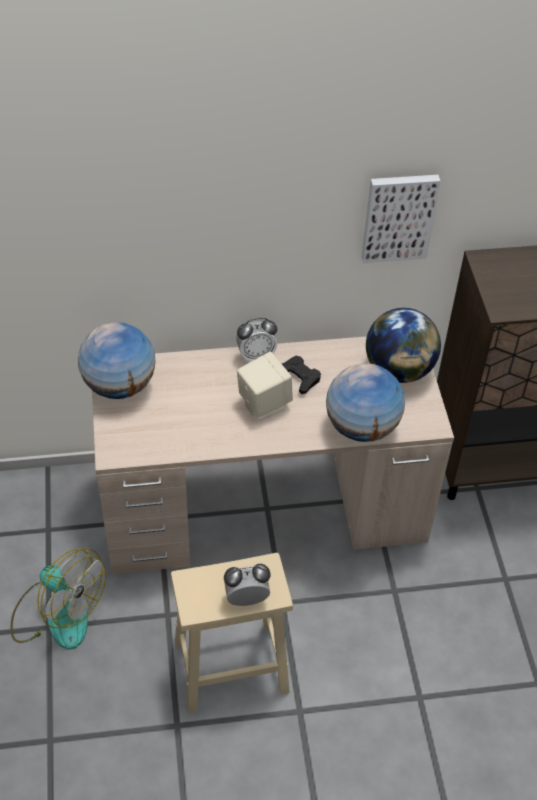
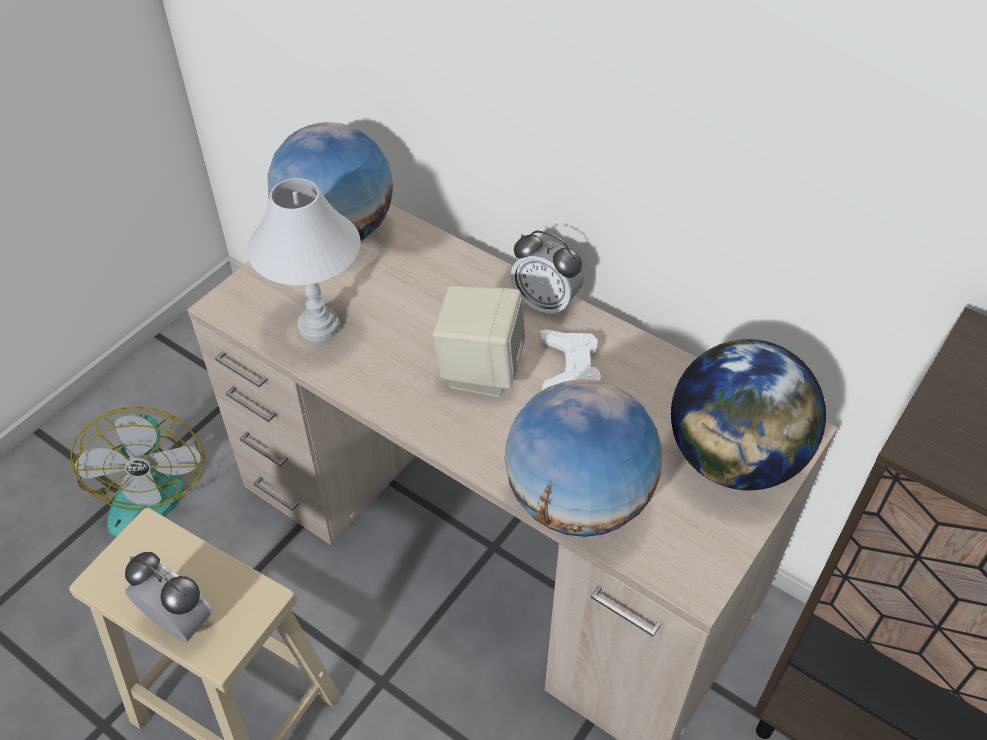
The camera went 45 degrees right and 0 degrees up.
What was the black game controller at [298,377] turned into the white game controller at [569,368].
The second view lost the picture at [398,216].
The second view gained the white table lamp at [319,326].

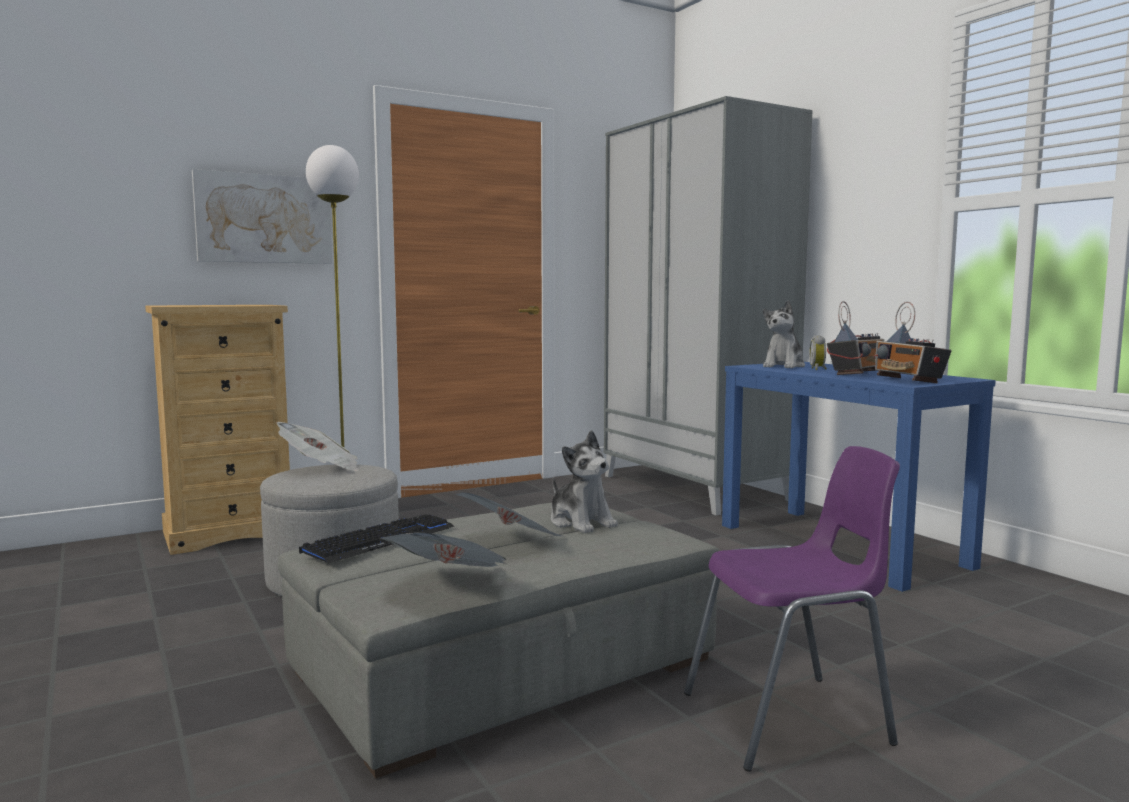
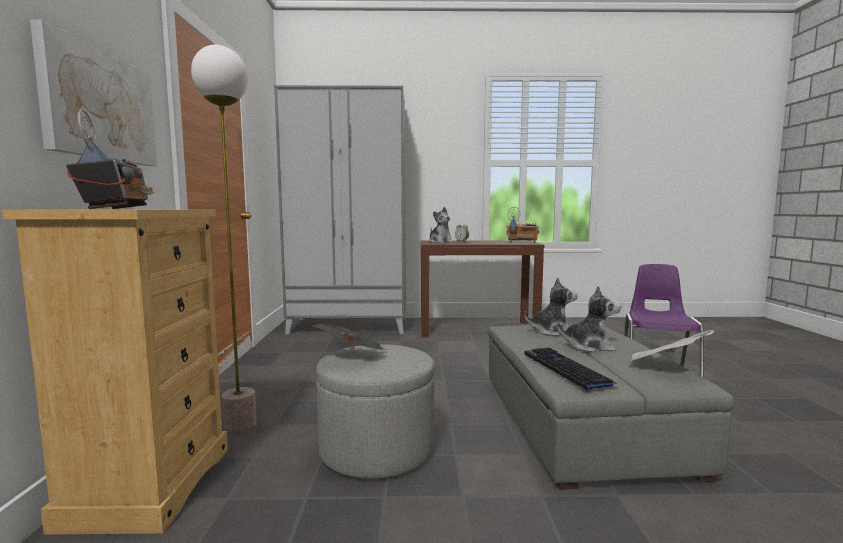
The camera went 60 degrees left and 0 degrees up.
Where the newspaper stood at [512,544], the plush toy came to stand at [589,347].
What was the blue console table at [841,545] turned into the brown console table at [477,329].
The radio ended up elsewhere, having gone from [857,374] to [116,209].

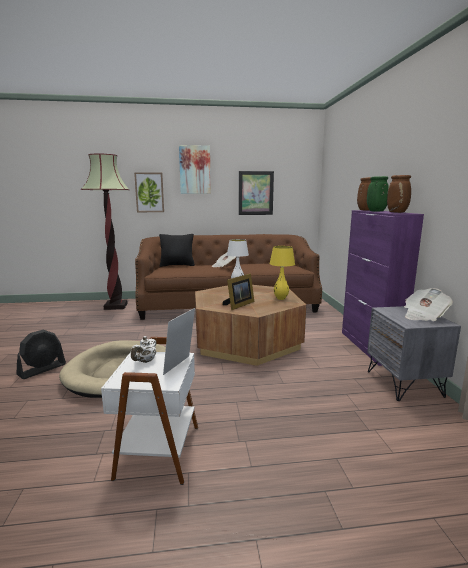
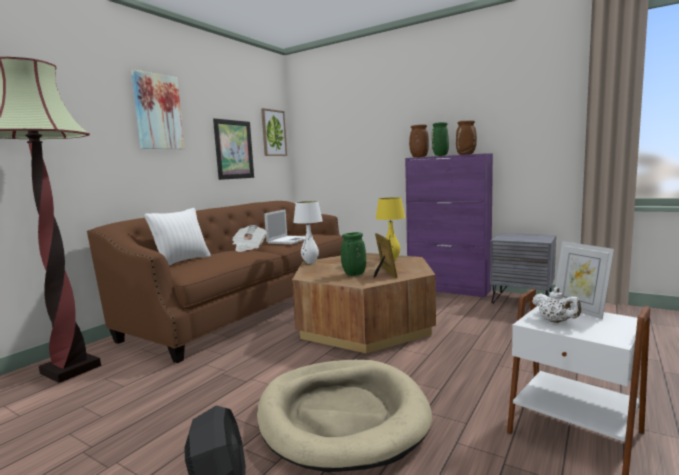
The camera went 50 degrees left and 5 degrees down.
The picture ended up elsewhere, having gone from [149,192] to [273,133].
What was the black pillow at [177,265] turned into the white pillow at [182,261].
The second view lost the newspaper at [423,316].
The second view gained the laptop at [289,240].
The second view gained the green vase at [354,274].

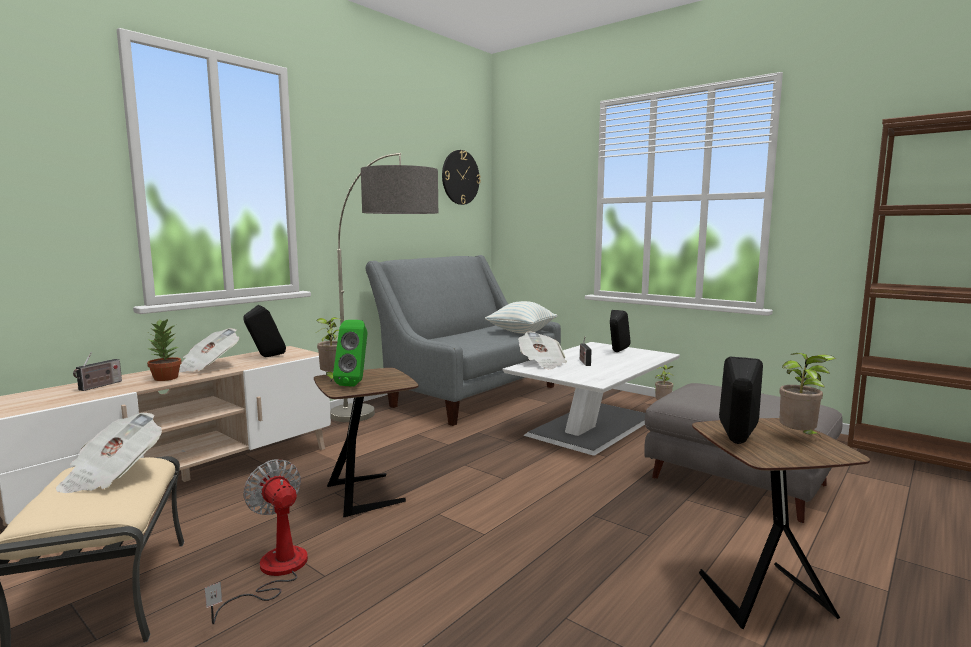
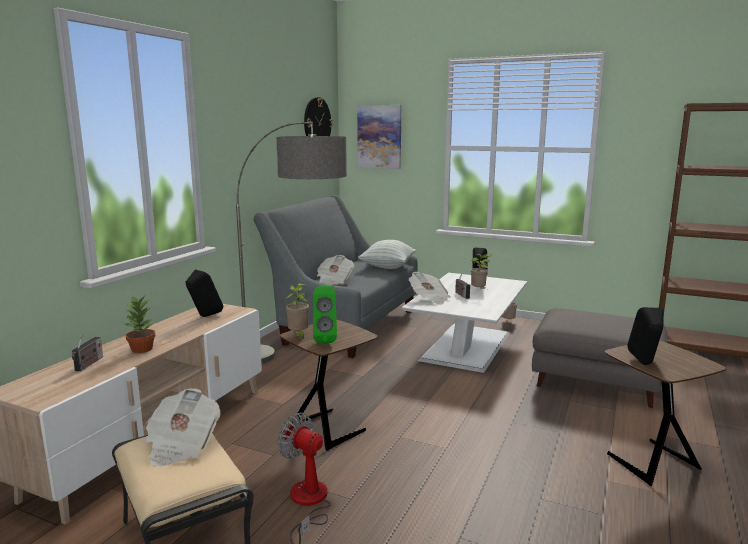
The camera went 15 degrees left and 5 degrees up.
The newspaper ended up elsewhere, having gone from [207,367] to [334,281].
The potted plant ended up elsewhere, having gone from [799,438] to [479,291].
The second view gained the picture at [379,137].

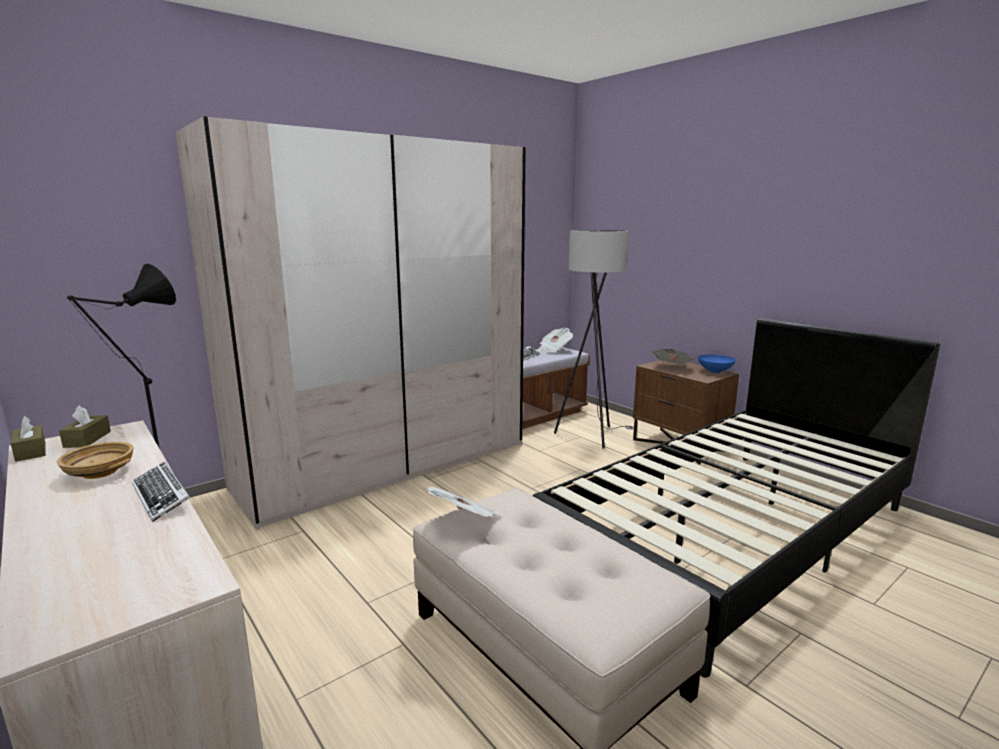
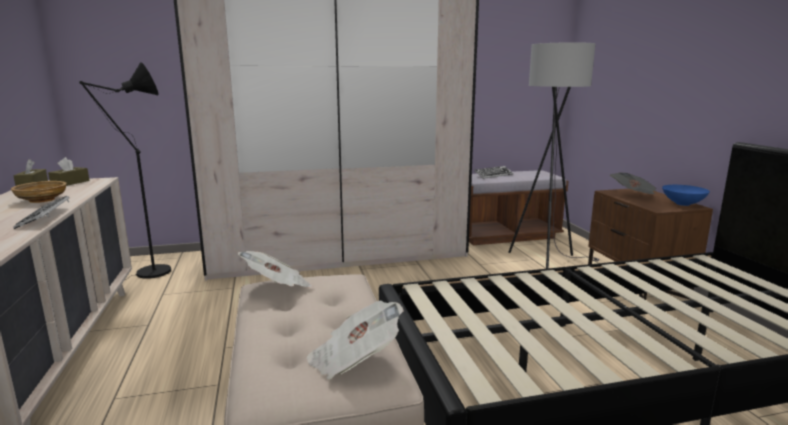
The camera went 25 degrees right and 0 degrees up.
The newspaper ended up elsewhere, having gone from [553,350] to [354,360].

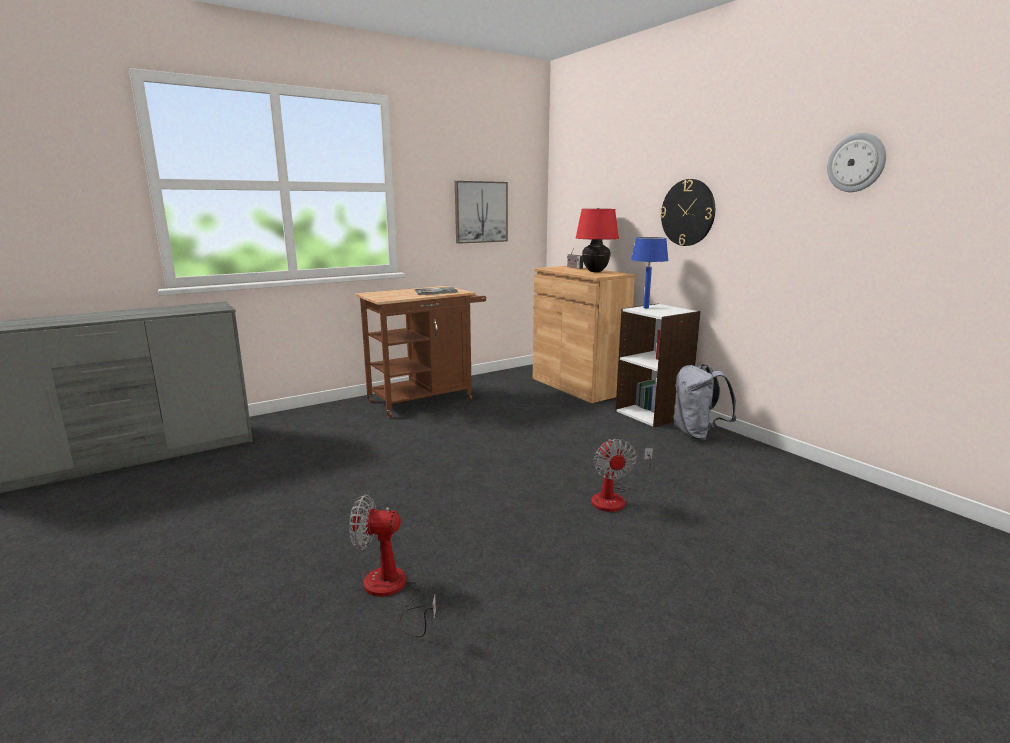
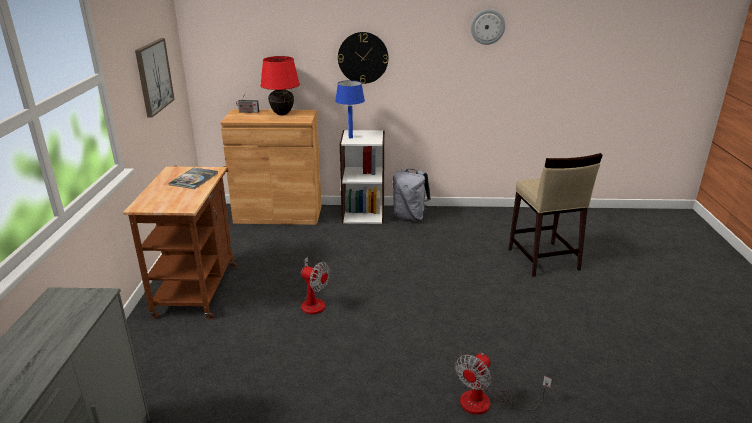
The camera went 55 degrees left and 10 degrees up.
The fan ended up elsewhere, having gone from [615,498] to [312,301].
The second view gained the beige stool at [543,259].

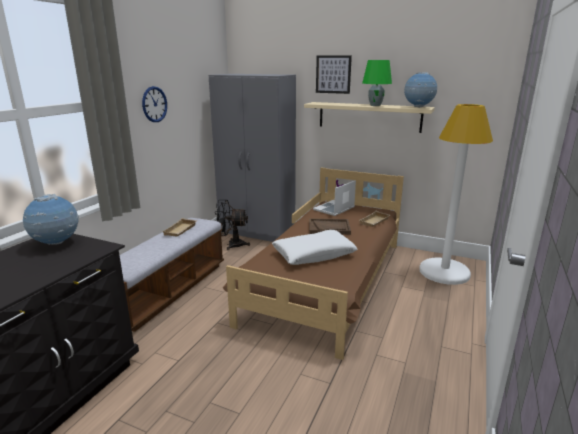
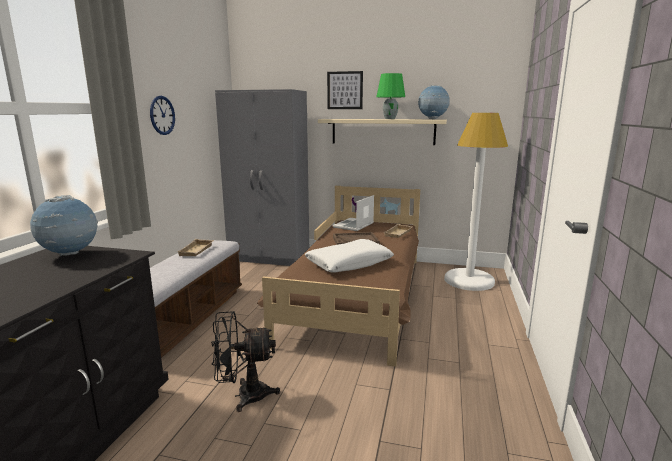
The camera went 10 degrees left and 5 degrees down.
The black fan ended up elsewhere, having gone from [231,245] to [244,396].

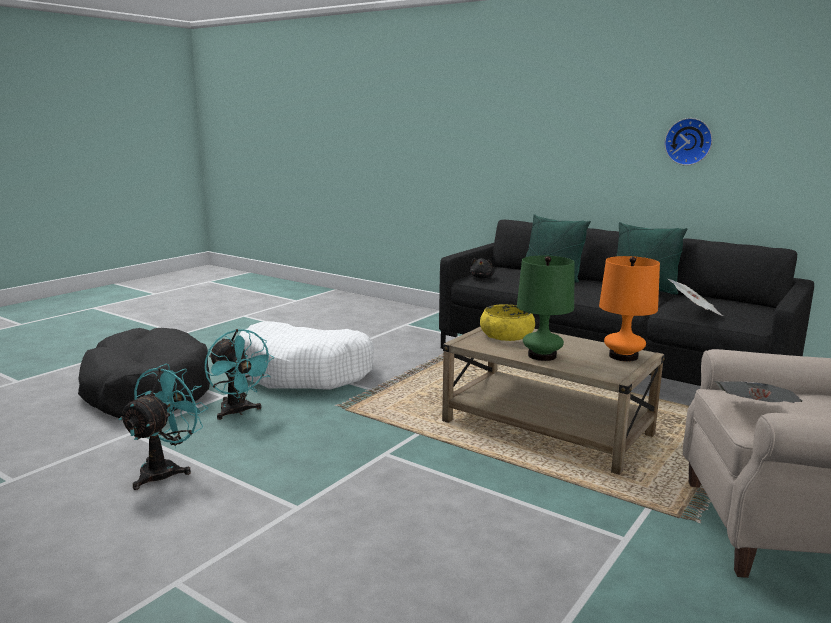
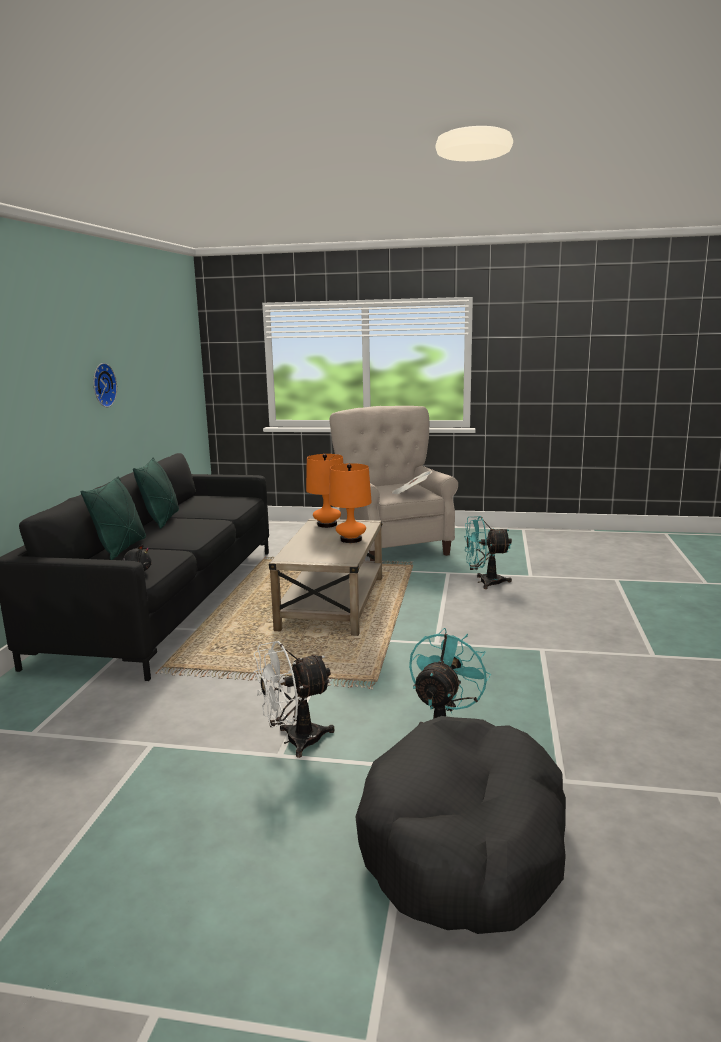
The camera went 115 degrees left and 0 degrees up.
The turquoise fan ended up elsewhere, having gone from [165,470] to [484,582].
Where the white dog bed stood at [305,372], the white fan came to stand at [294,741].
The second view lost the yellow bowl at [506,336].
What was the green table lamp at [542,356] turned into the orange table lamp at [351,539].
The second view lost the newspaper at [694,311].

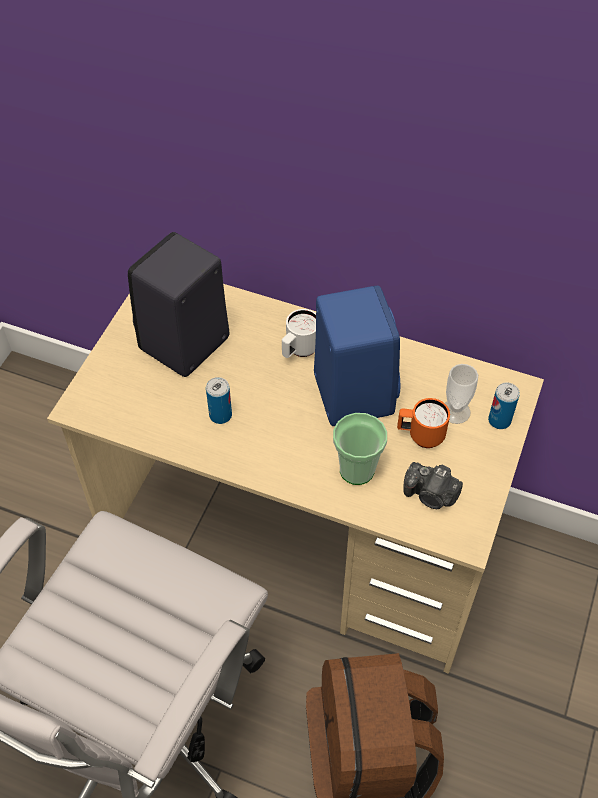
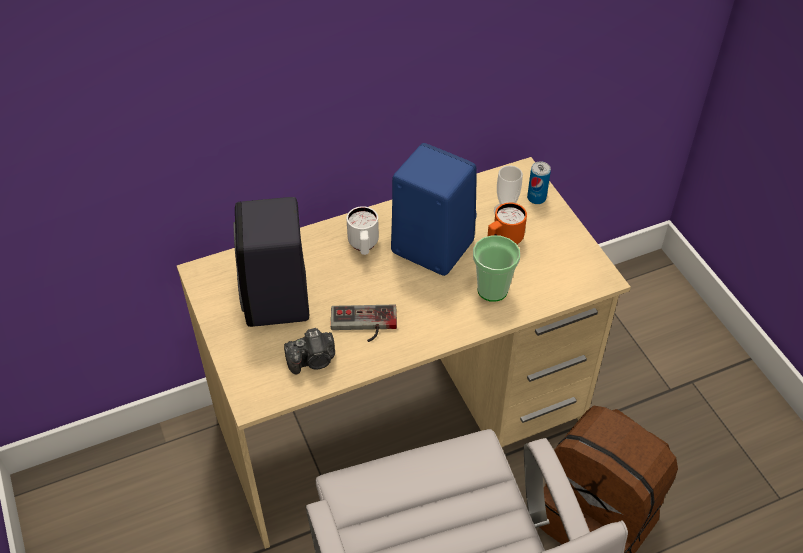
The camera went 45 degrees left and 5 degrees down.
Where the can stood at [220,415], the game controller came to stand at [363,325].
The photo camera ended up elsewhere, having gone from [431,495] to [313,360].

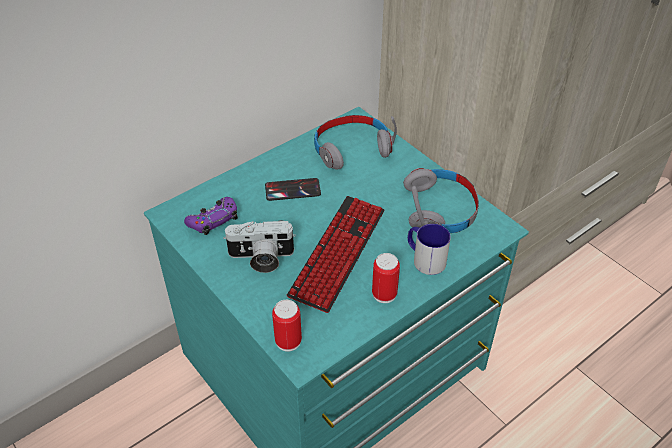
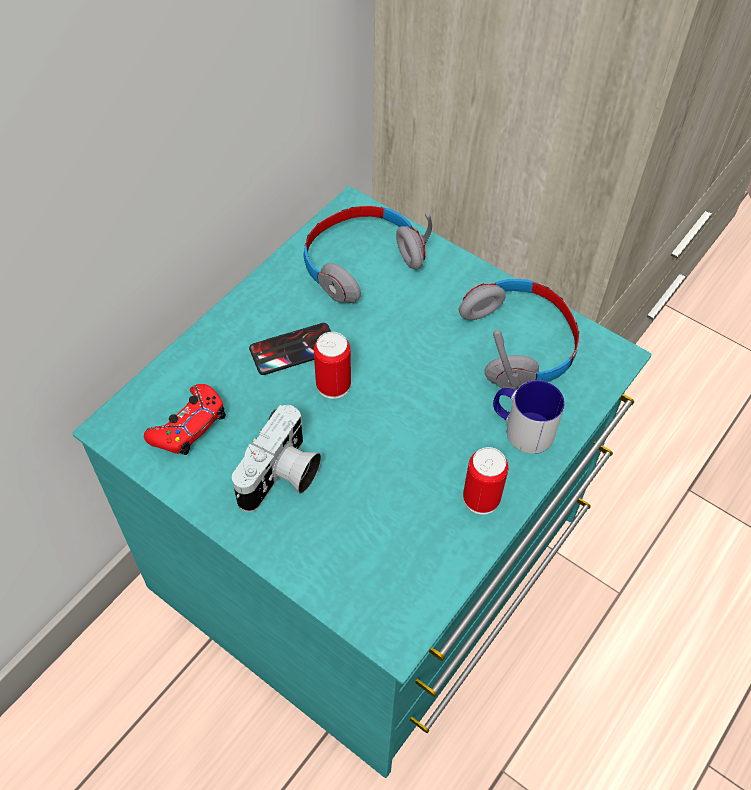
The camera went 15 degrees left and 10 degrees up.
What was the purple game controller at [213,220] turned into the red game controller at [188,426].
The photo camera at [261,258] ended up facing another way, 45 degrees counterclockwise from before.
The can ended up elsewhere, having gone from [288,341] to [333,385].
The second view lost the keyboard at [338,253].

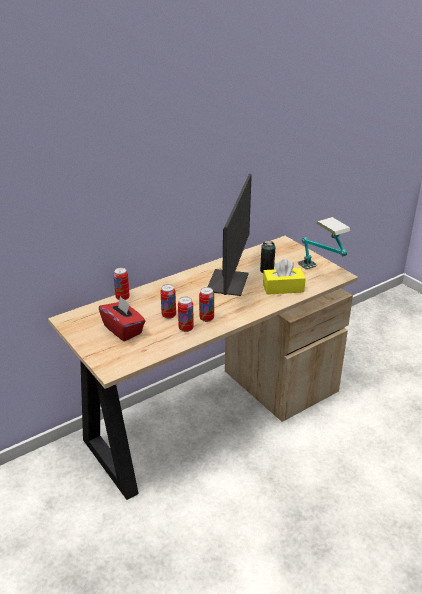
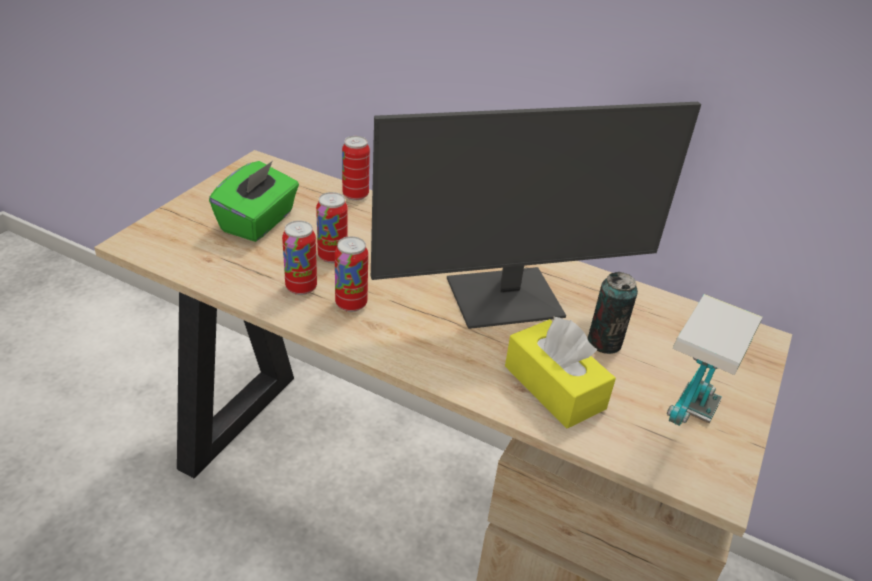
The camera went 60 degrees right and 5 degrees up.
What was the red tissue box at [123,330] turned into the green tissue box at [258,222].

